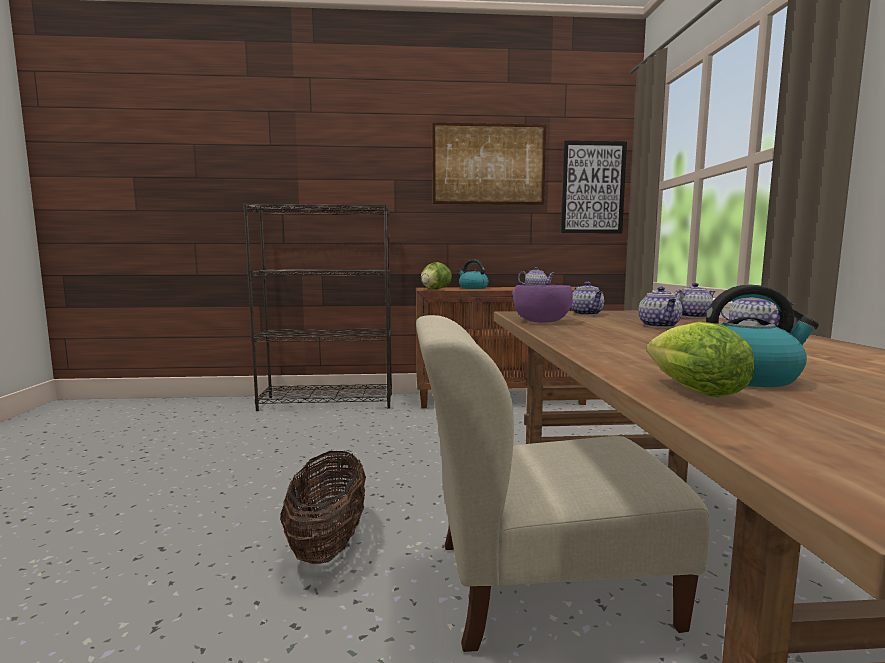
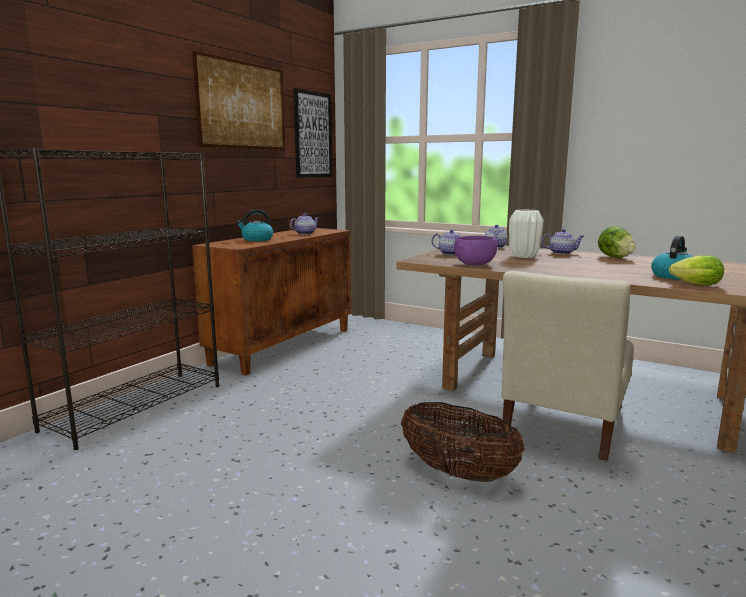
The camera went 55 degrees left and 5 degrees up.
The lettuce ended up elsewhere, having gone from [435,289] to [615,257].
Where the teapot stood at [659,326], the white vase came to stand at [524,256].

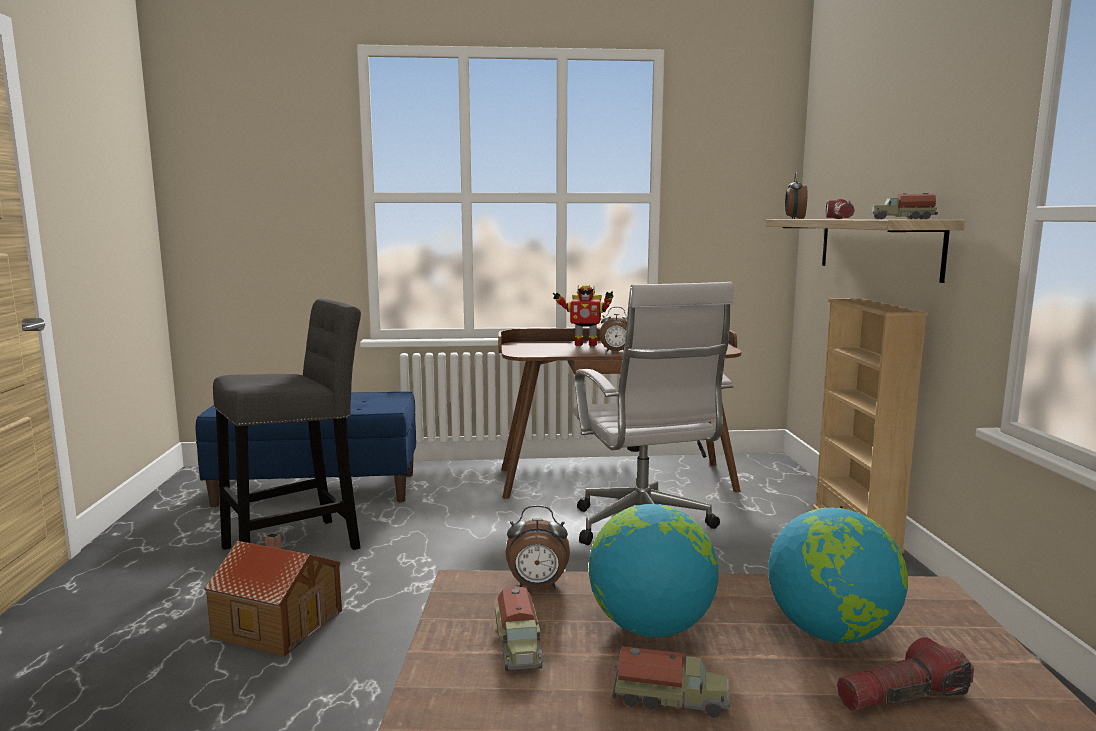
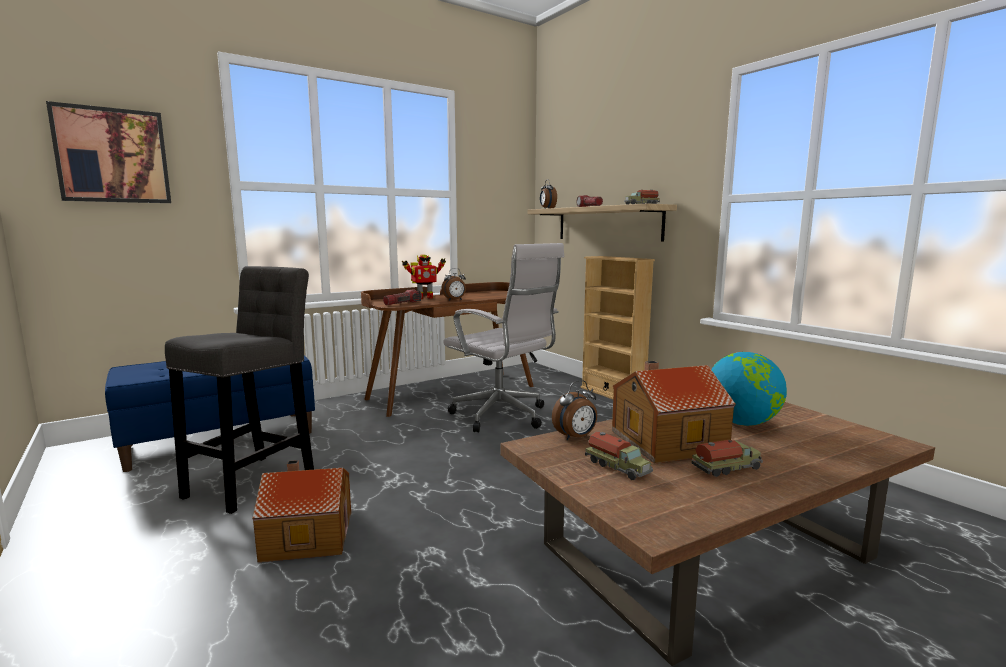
The camera went 30 degrees left and 0 degrees up.
Where the globe stood at [651,627], the toy house came to stand at [665,441].
The flashlight ended up elsewhere, having gone from [902,696] to [402,303].
The second view gained the picture at [112,156].

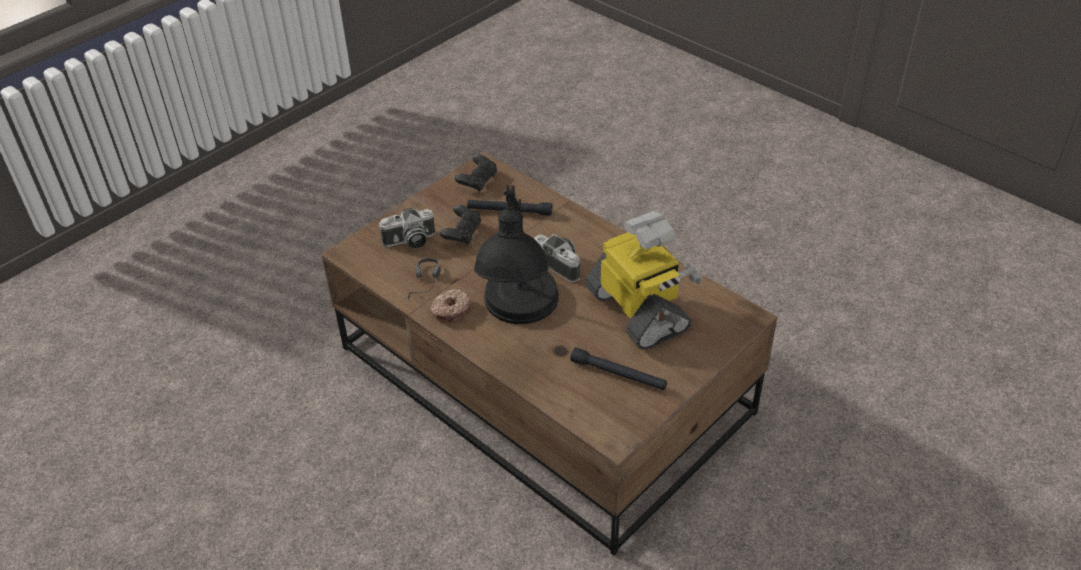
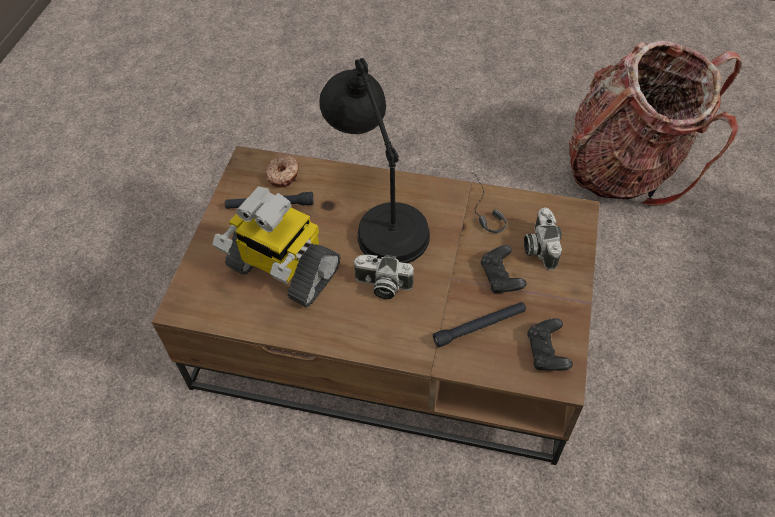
The camera went 150 degrees right and 10 degrees up.
The photo camera at [409,241] ended up facing another way, 45 degrees counterclockwise from before.
The donut ended up elsewhere, having gone from [451,310] to [284,175].
The second view gained the backpack at [626,168].

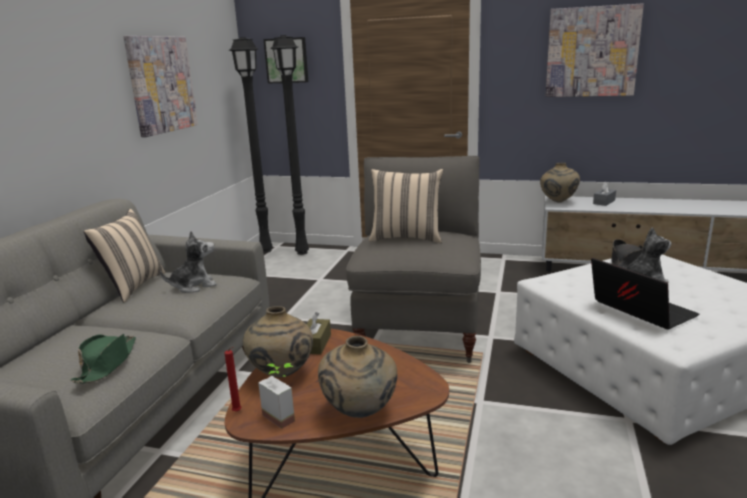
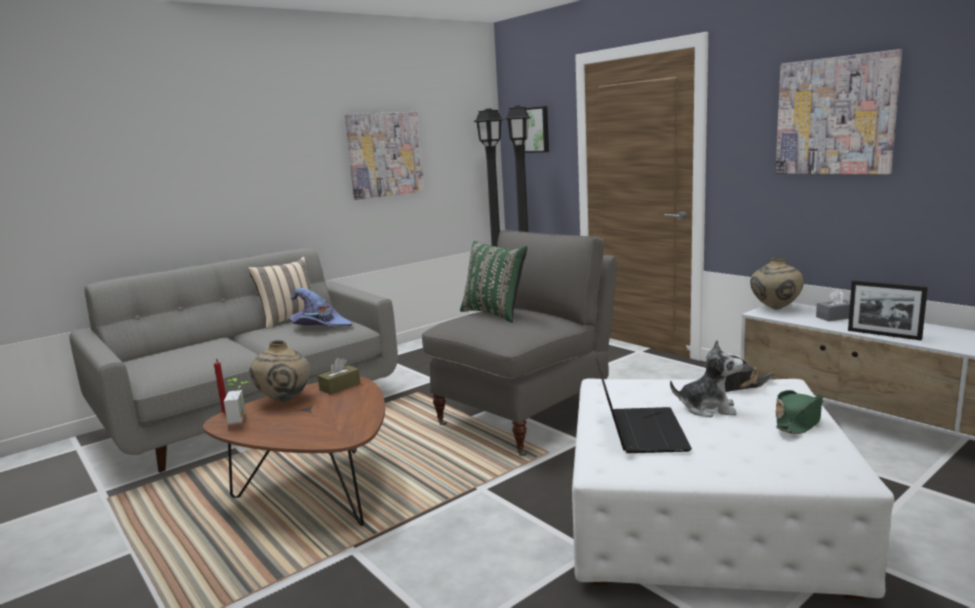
The camera went 35 degrees right and 5 degrees down.
The green hat ended up elsewhere, having gone from [107,364] to [798,421].
Where the plush toy stood at [194,286], the purple hat came to stand at [319,326].
The second view lost the beige vase at [360,413].
What was the beige pillow at [406,238] turned into the green pillow at [495,313].
The second view gained the picture frame at [883,335].

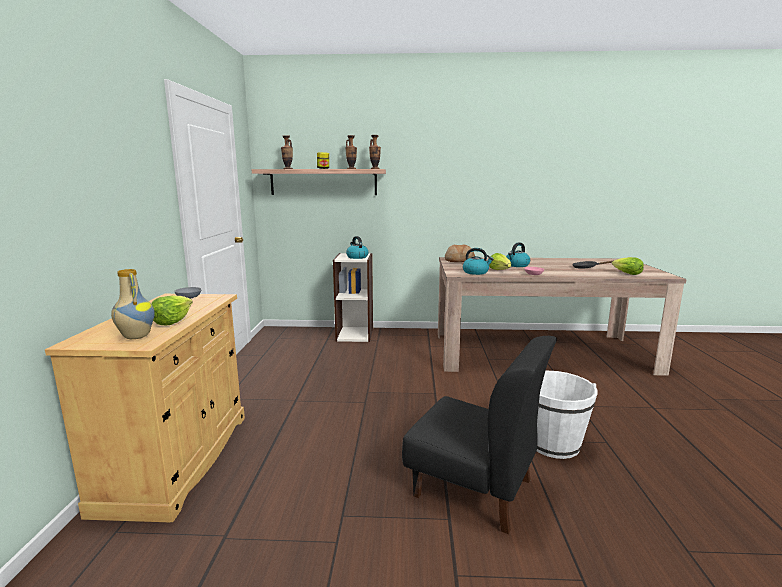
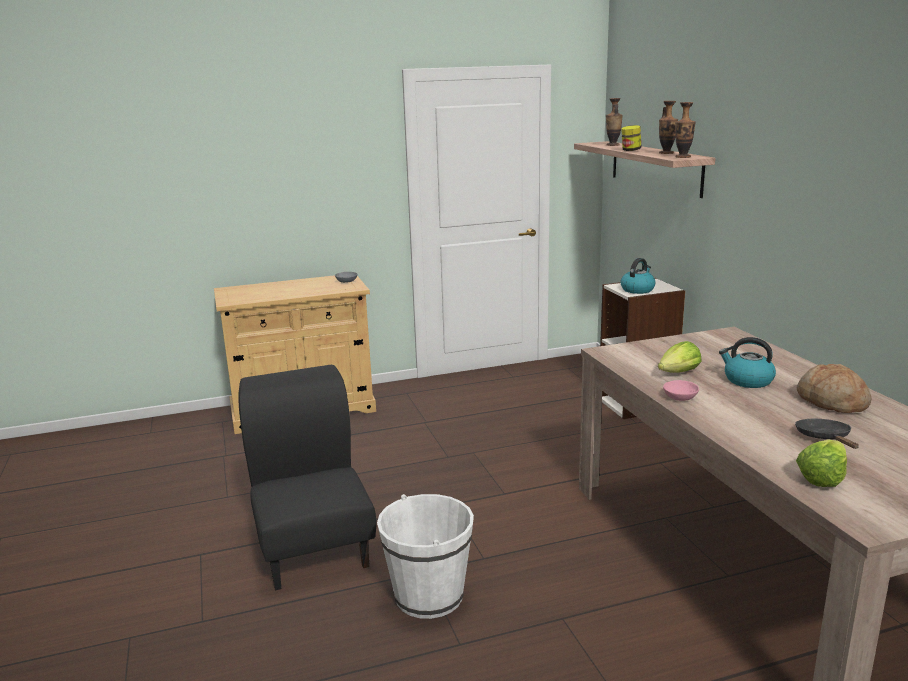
The camera went 70 degrees right and 5 degrees up.
The second view lost the vase at [135,337].
The second view lost the lettuce at [172,321].
The black chair at [474,488] ended up facing another way, 150 degrees clockwise from before.
The bread ended up elsewhere, having gone from [459,260] to [831,402].
The second view lost the kettle at [476,272].

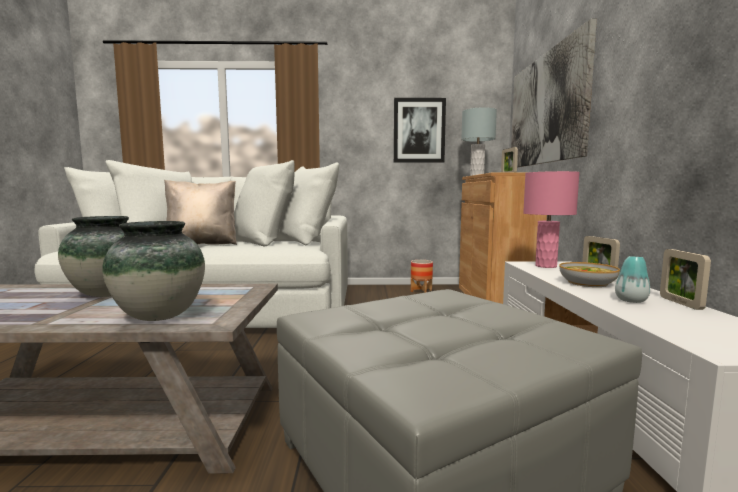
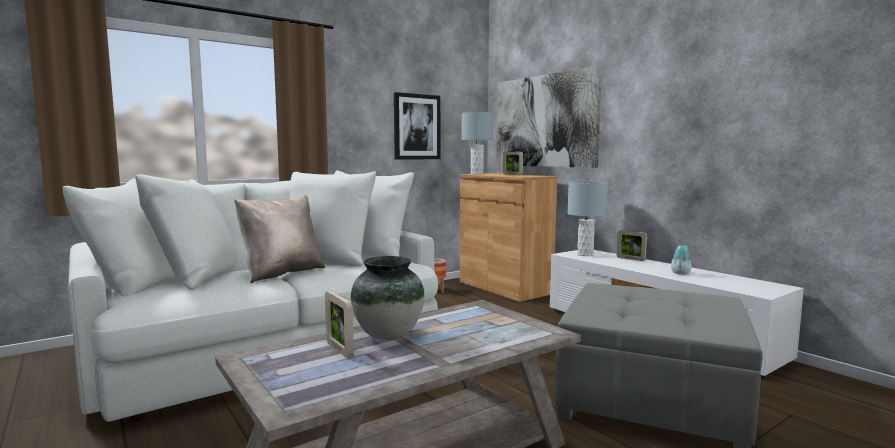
The camera went 35 degrees left and 0 degrees up.
The second view lost the vase at [159,316].
What was the pink table lamp at [546,266] turned into the grey table lamp at [585,255].
The second view lost the bowl at [587,283].
The picture frame ended up elsewhere, having gone from [680,303] to [339,349].

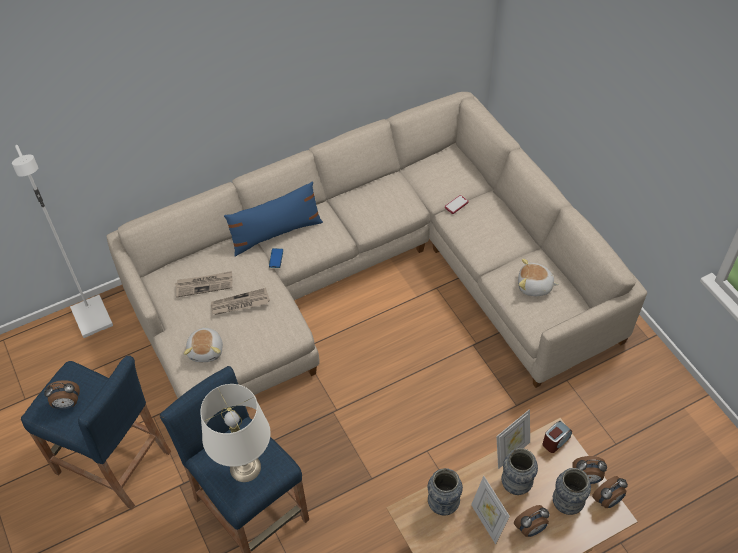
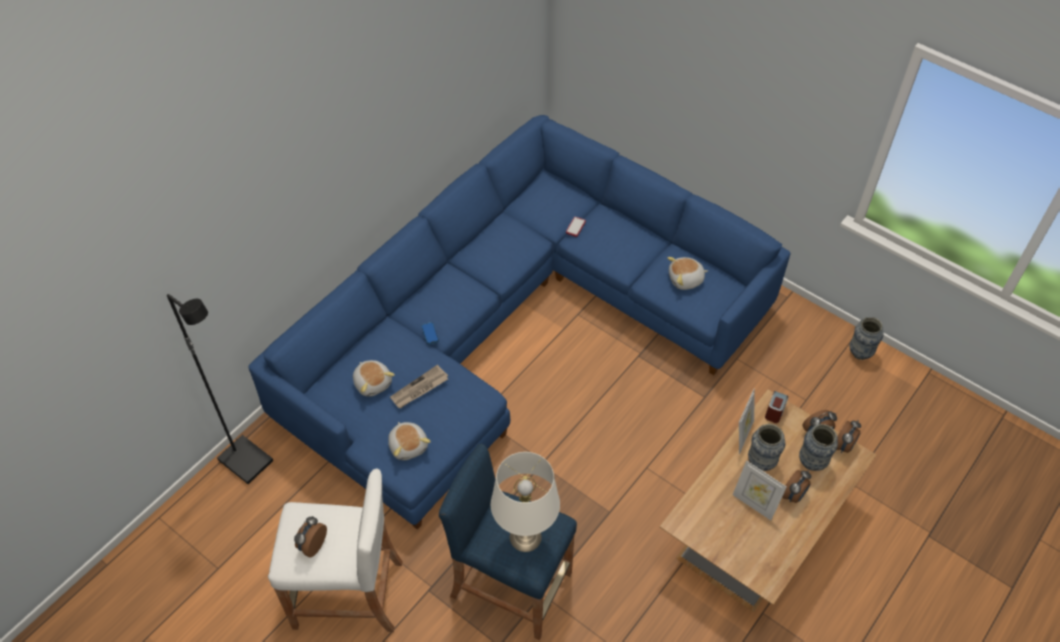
The camera went 25 degrees left and 0 degrees up.
What was the white floor lamp at [93,318] turned into the black floor lamp at [247,460].
What was the blue stool at [113,462] turned into the white stool at [348,594].
The alarm clock at [67,404] ended up facing another way, 150 degrees clockwise from before.
What was the beige sofa at [371,278] turned into the blue sofa at [511,326].
Where the newspaper stood at [204,285], the plush toy came to stand at [373,383].
The second view lost the blue pillow at [276,233].
The vase ended up elsewhere, having gone from [443,504] to [860,352].

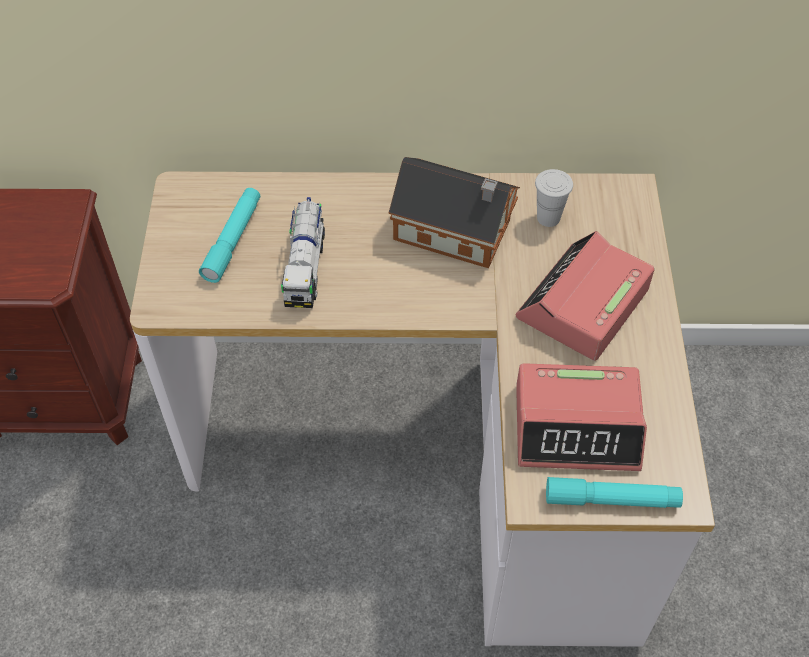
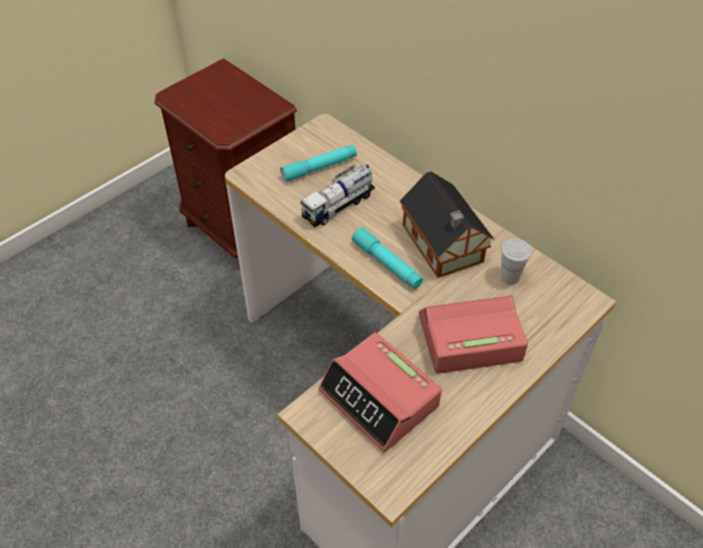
The camera went 45 degrees right and 5 degrees down.
The turquoise flashlight ended up elsewhere, having gone from [611,499] to [387,264].

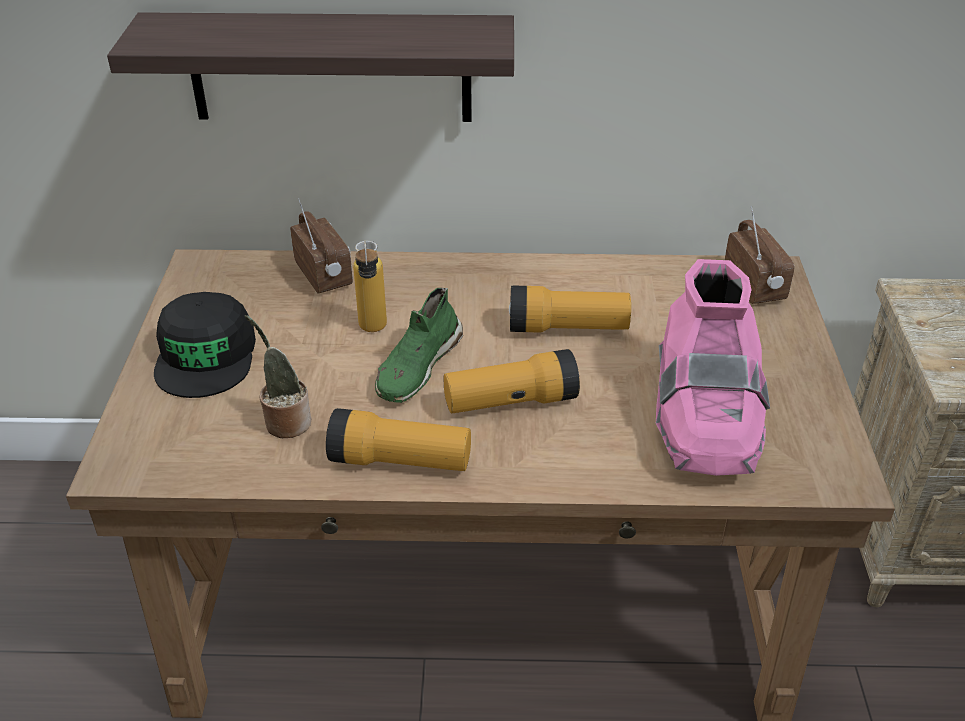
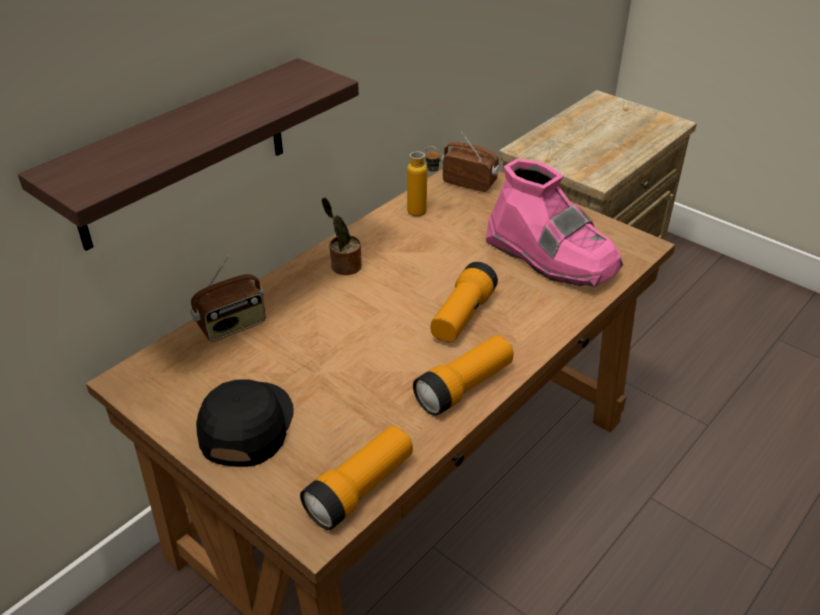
The camera went 50 degrees left and 0 degrees up.
The black cap at [206,356] ended up facing another way, 120 degrees counterclockwise from before.
The potted plant ended up elsewhere, having gone from [285,421] to [344,266].
The radio at [325,275] ended up facing another way, 135 degrees clockwise from before.
The bottle ended up elsewhere, having gone from [373,332] to [423,214].
The second view lost the green shoe at [417,366].
The flashlight ended up elsewhere, having gone from [567,328] to [360,489].

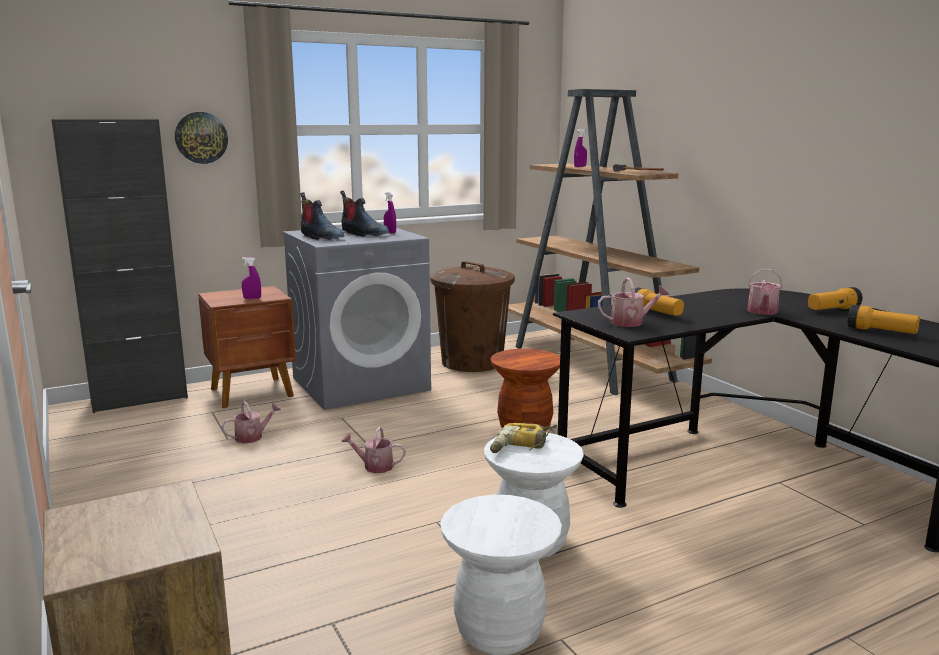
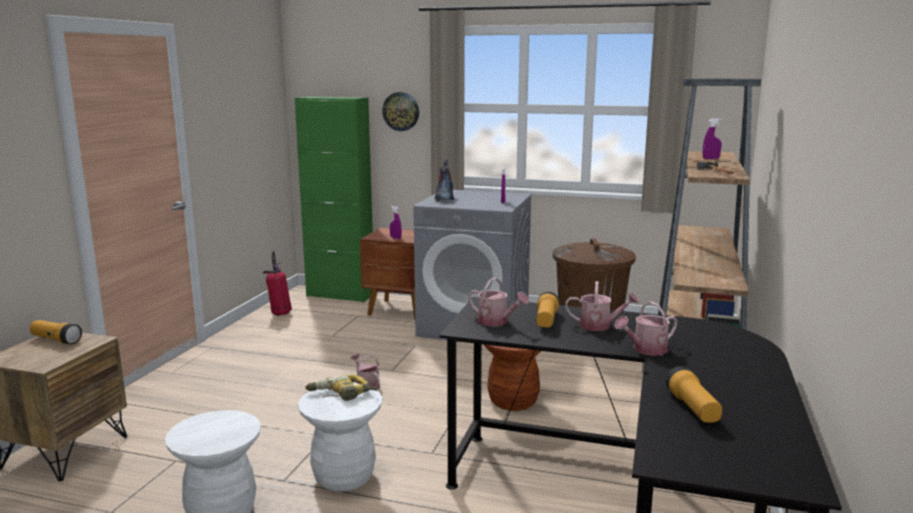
The camera went 45 degrees right and 0 degrees up.
What was the black cabinet at [139,399] turned into the green cabinet at [340,295].
The watering can ended up elsewhere, having gone from [253,437] to [600,325].
The second view lost the boot at [363,234].
The flashlight ended up elsewhere, having gone from [833,310] to [56,340].
The second view gained the fire extinguisher at [280,314].

